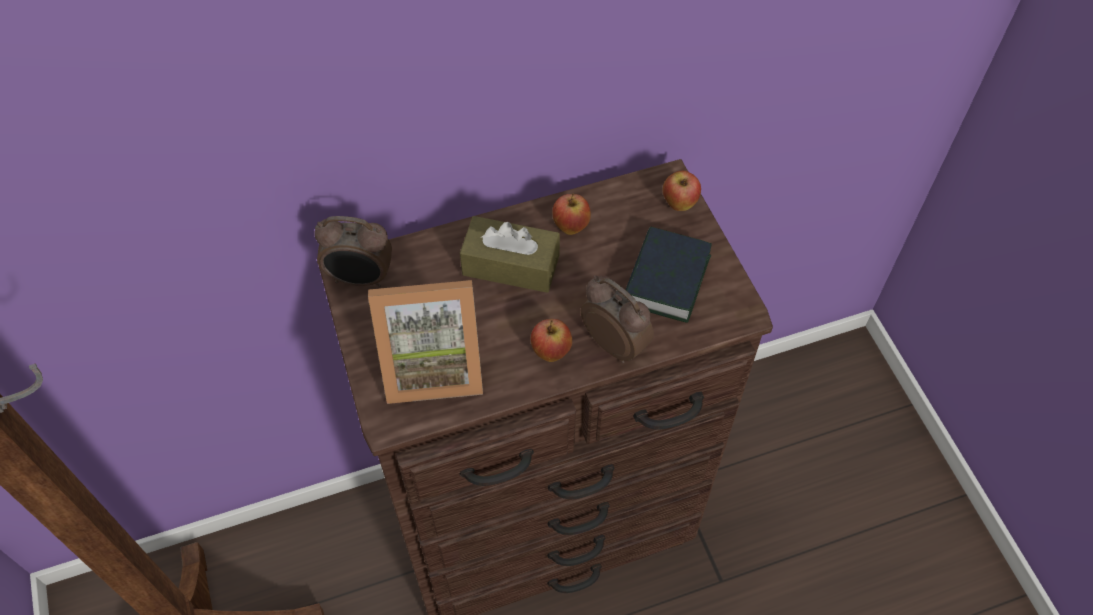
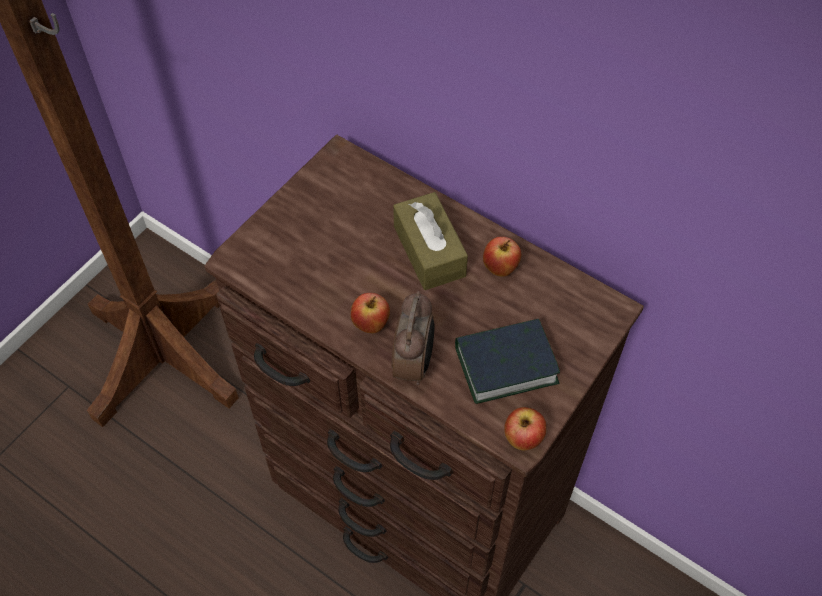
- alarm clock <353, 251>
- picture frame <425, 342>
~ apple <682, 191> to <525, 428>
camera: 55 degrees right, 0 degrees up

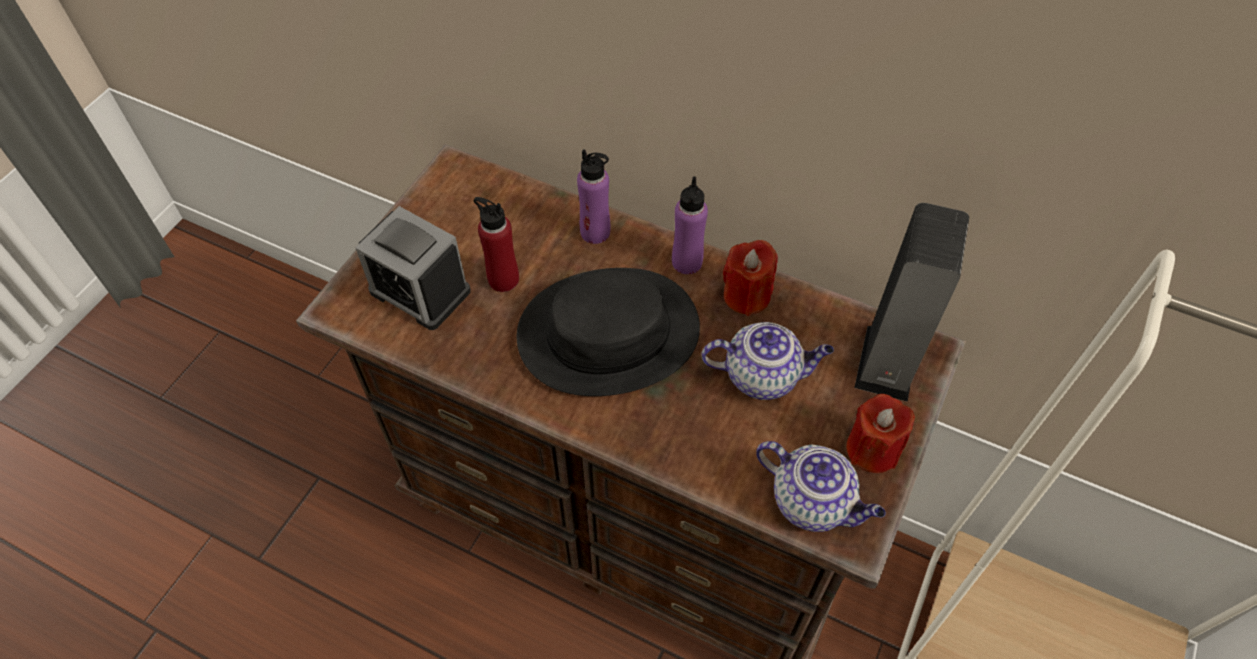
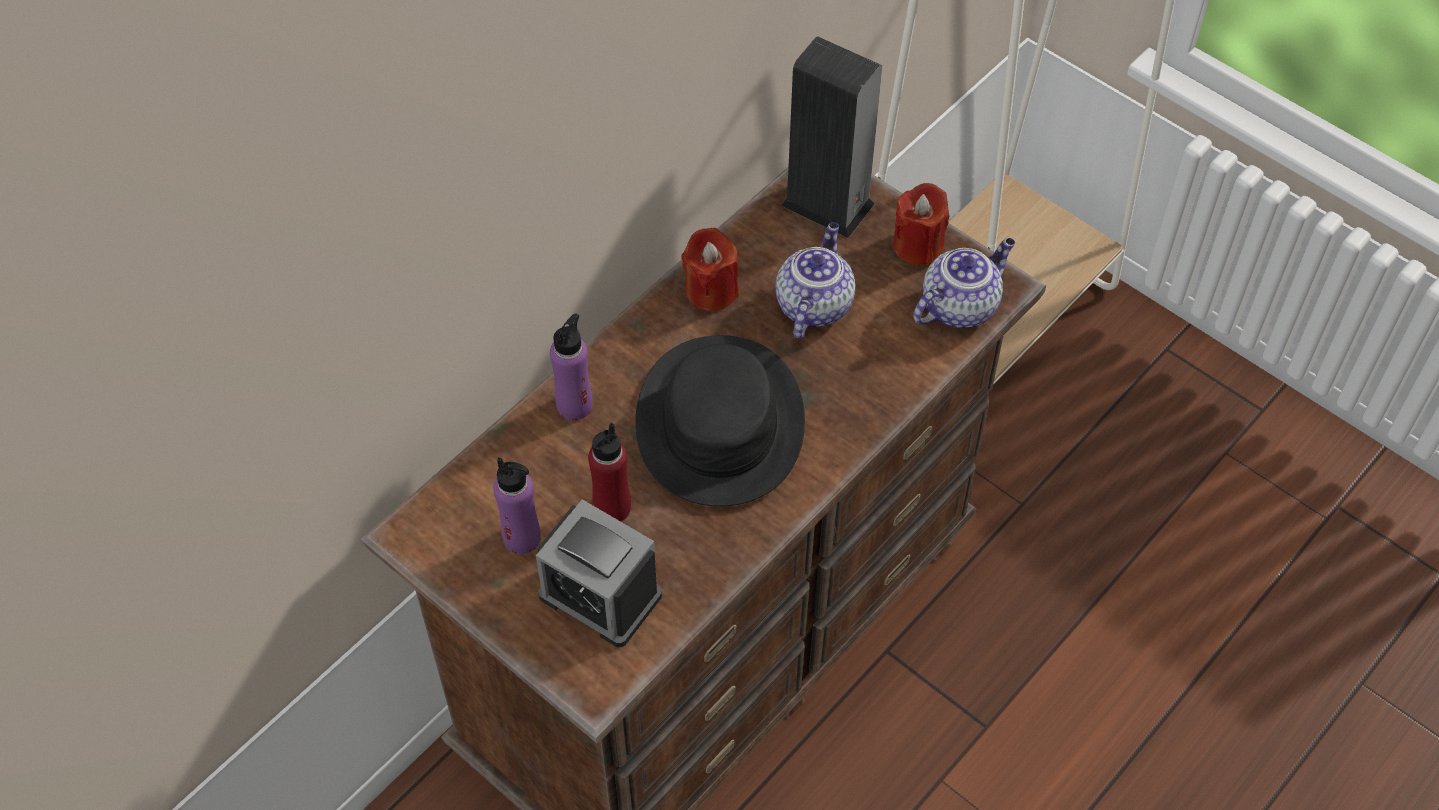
~ alarm clock <413, 268> = <599, 573> 75 degrees clockwise
~ purple bottle <690, 225> to <517, 505>
camera: 75 degrees left, 0 degrees up

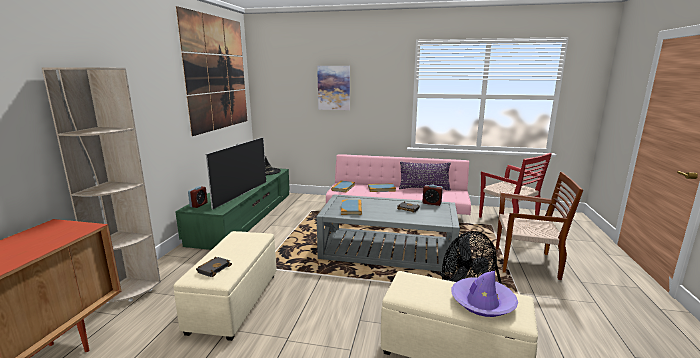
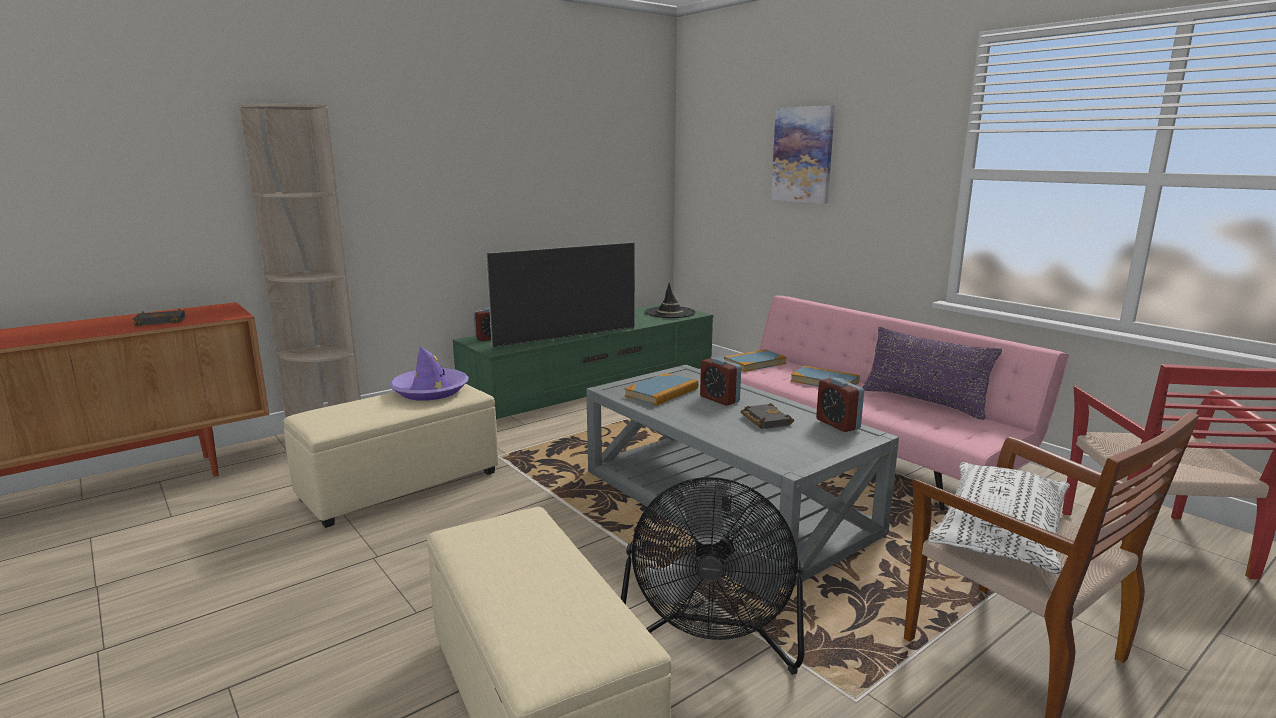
- picture <211, 71>
~ black book <214, 267> to <159, 318>
~ purple hat <484, 294> to <429, 373>
+ alarm clock <720, 381>
+ white pillow <999, 518>
camera: 40 degrees right, 0 degrees up

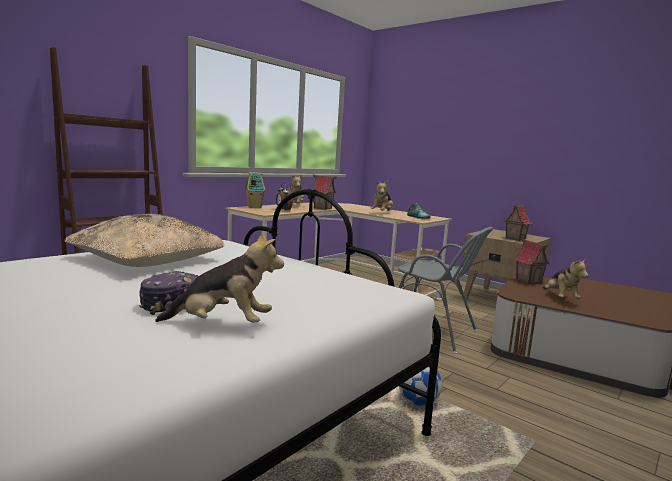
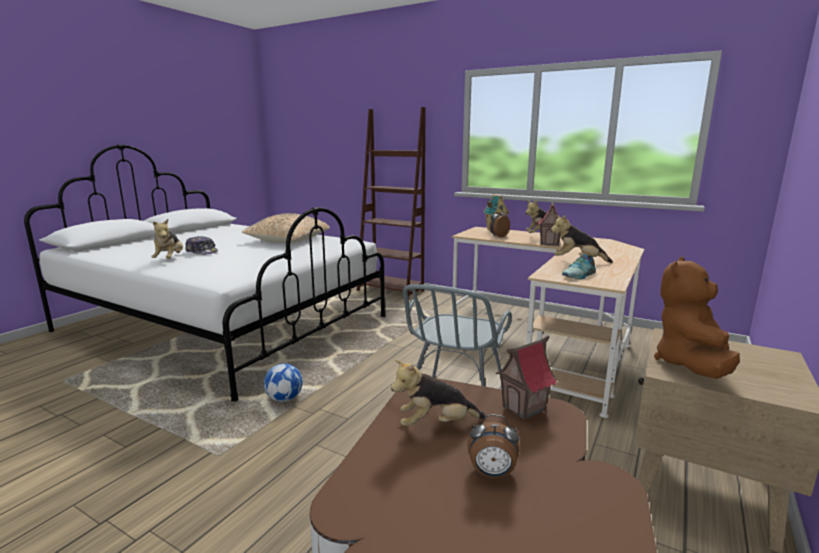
~ toy house <517, 222> to brown plush toy <697, 318>
+ alarm clock <493, 446>
camera: 80 degrees right, 5 degrees up

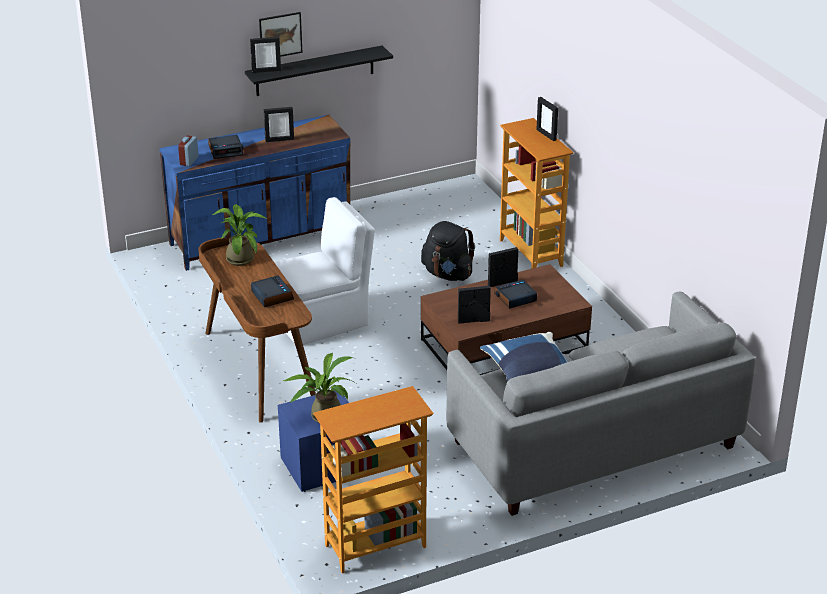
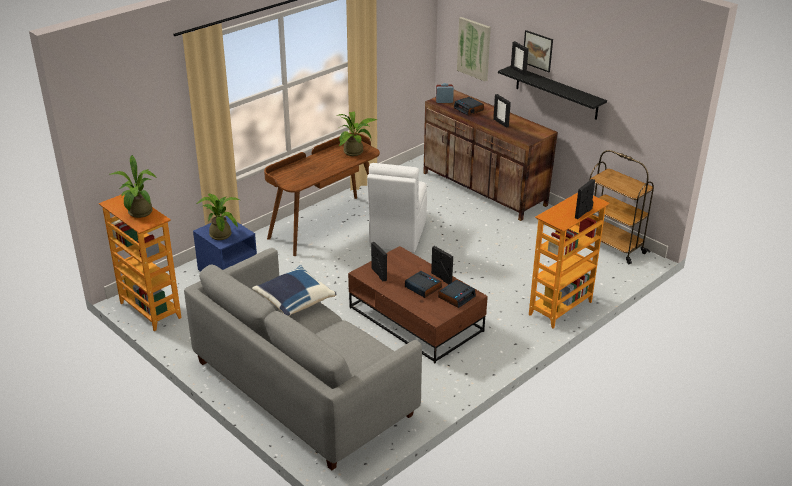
~ blue cabinet <254, 193> to brown cabinet <491, 155>
~ alarm clock <272, 291> to <457, 294>
~ white chair <325, 271> = <397, 207> 60 degrees clockwise
- black backpack <448, 251>
+ potted plant <133, 186>
+ picture <474, 49>
+ brown cart <621, 207>
camera: 70 degrees right, 0 degrees up

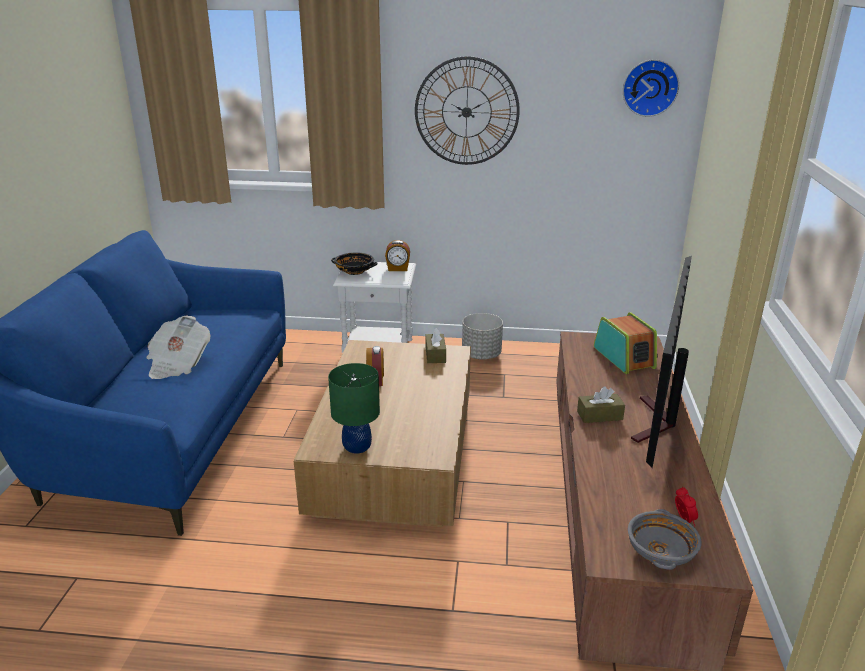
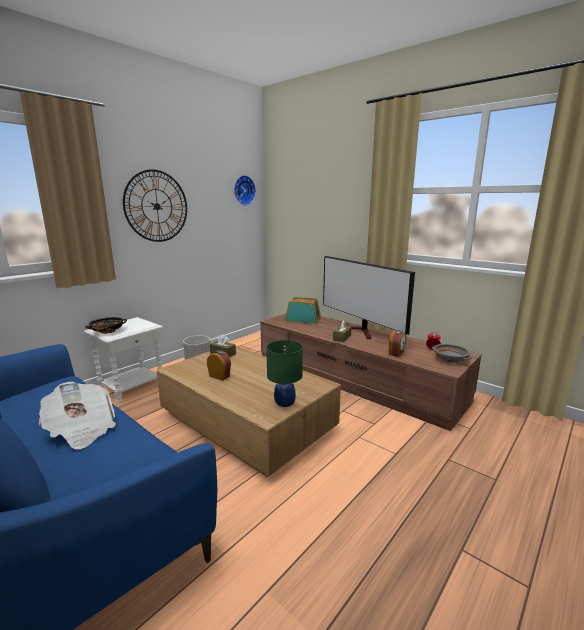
~ alarm clock <397, 255> to <397, 343>
camera: 55 degrees left, 10 degrees down

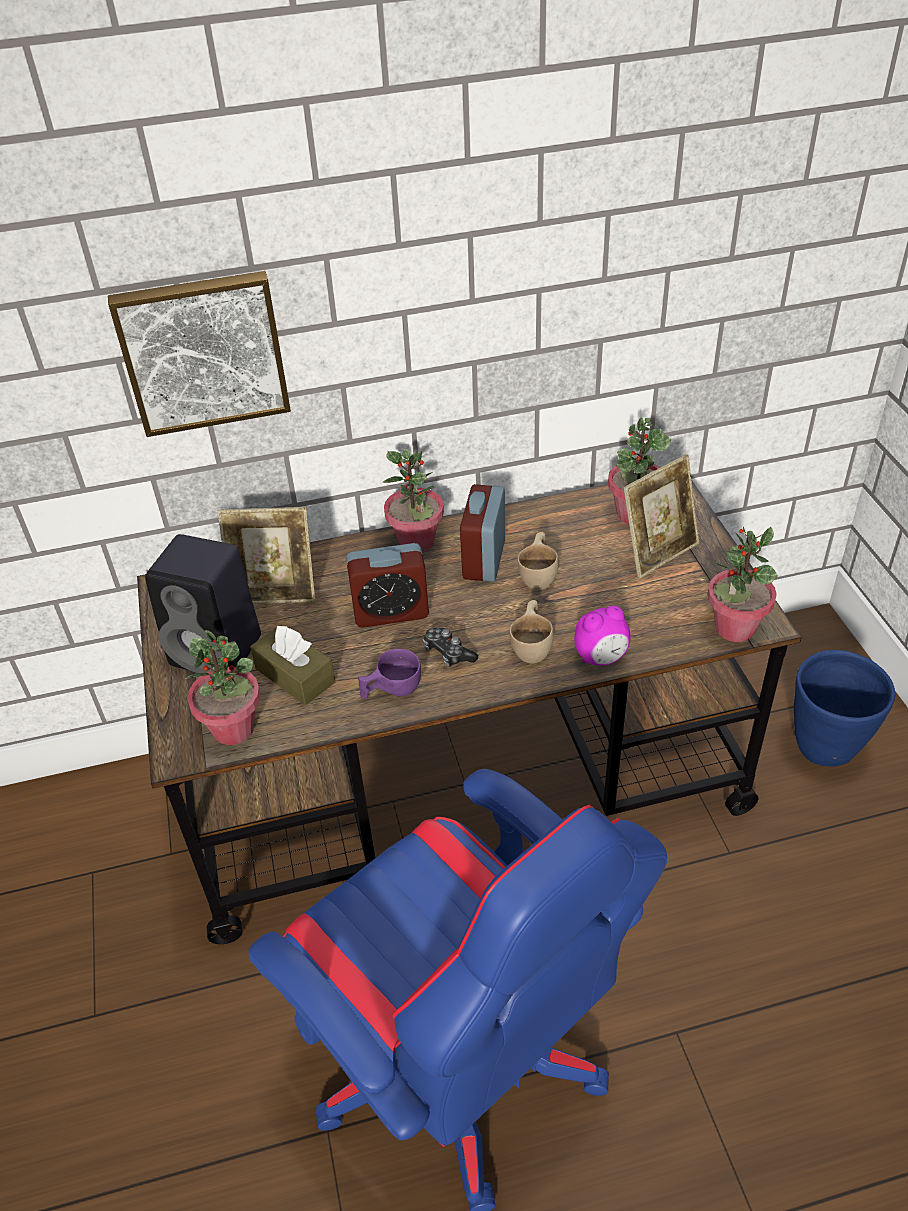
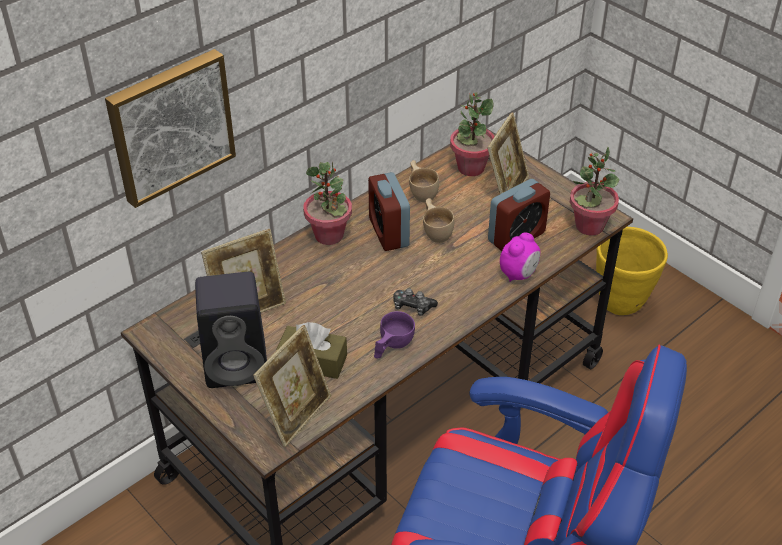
~ potted plant <222, 687> to picture frame <292, 386>
~ alarm clock <387, 585> to <519, 215>
~ beige cup <532, 632> to <424, 181>
~ blue planter <844, 708> to yellow planter <632, 271>
camera: 30 degrees left, 0 degrees up

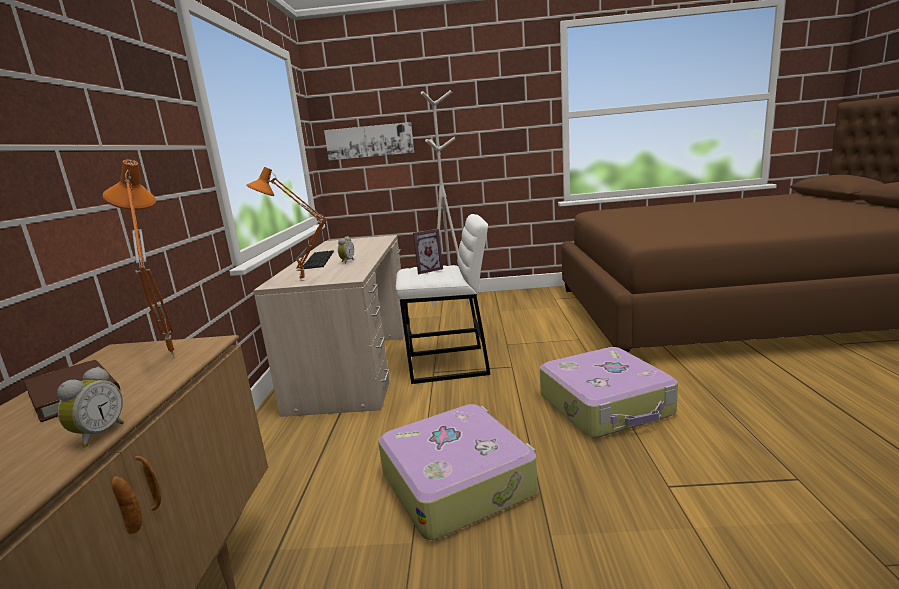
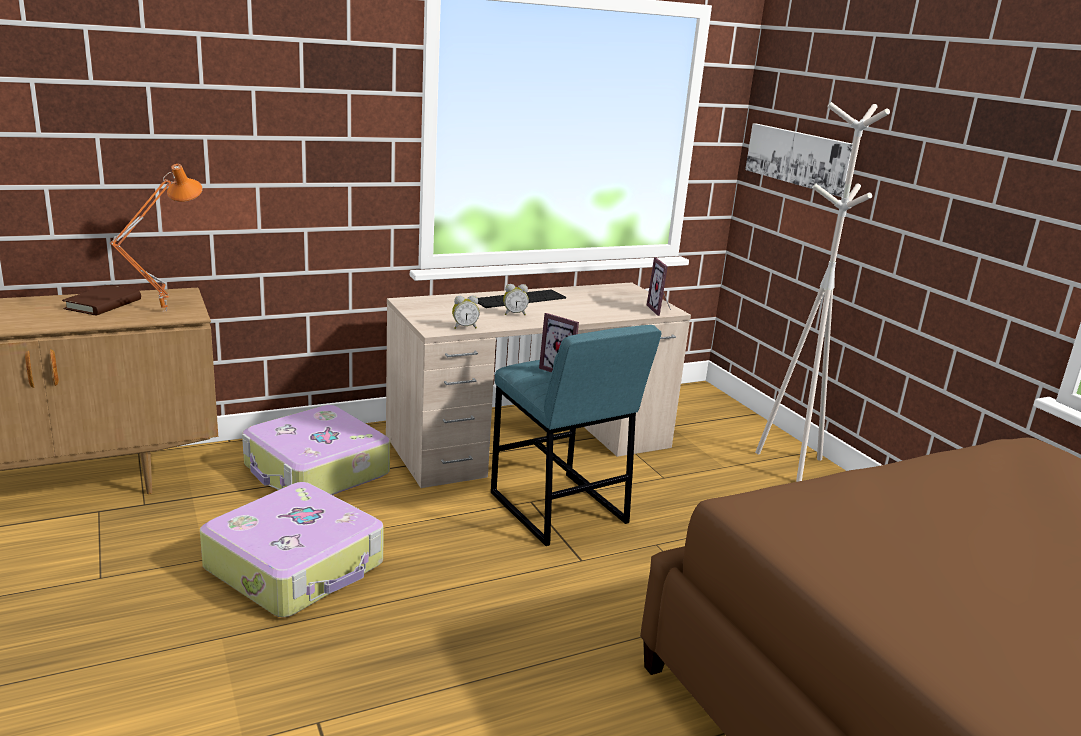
~ alarm clock <90, 407> to <465, 312>
- orange table lamp <286, 224>
~ white stool <443, 299> to blue stool <576, 435>
~ suitcase <609, 392> to <316, 450>
+ picture frame <659, 286>
camera: 60 degrees right, 5 degrees up

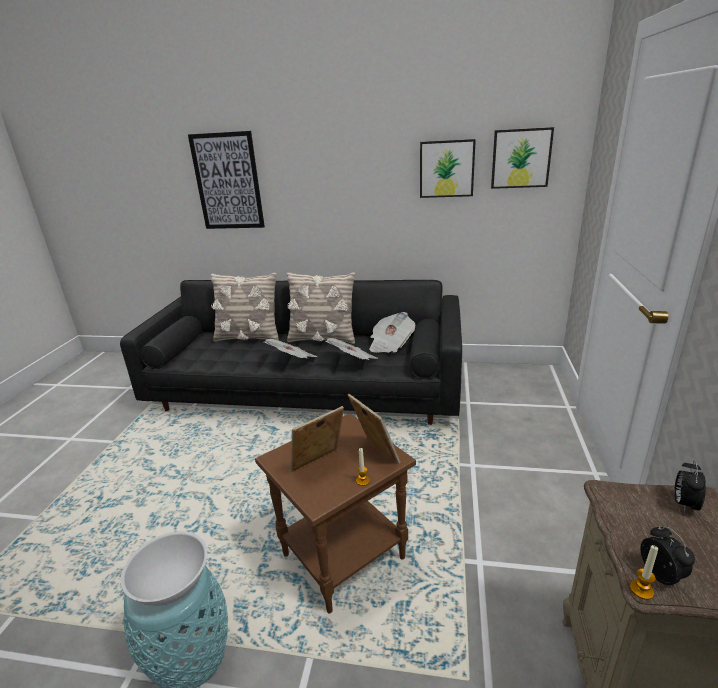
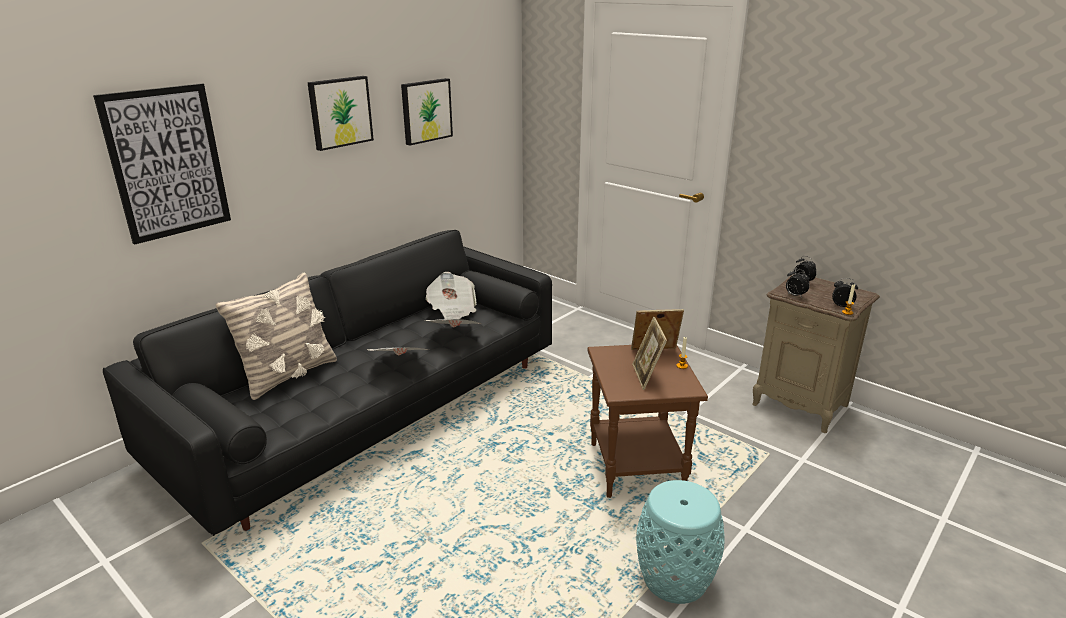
- white bowl <164, 568>
- beige pillow <321, 308>
~ picture <522, 158> to <340, 113>
+ alarm clock <798, 283>
camera: 60 degrees left, 0 degrees up

